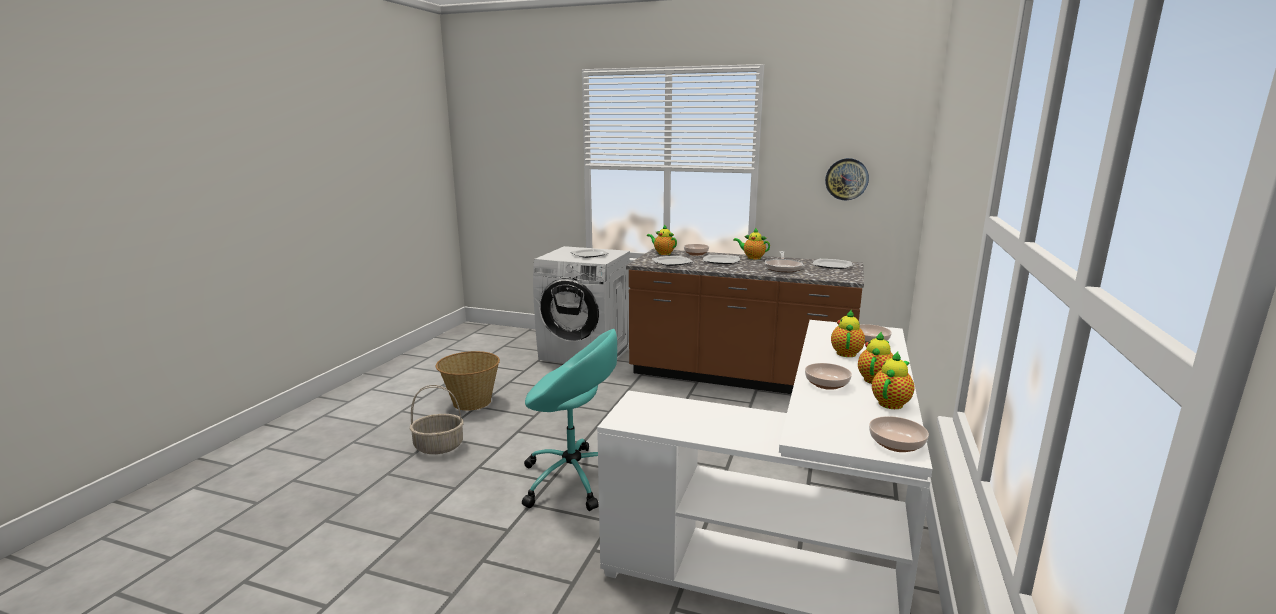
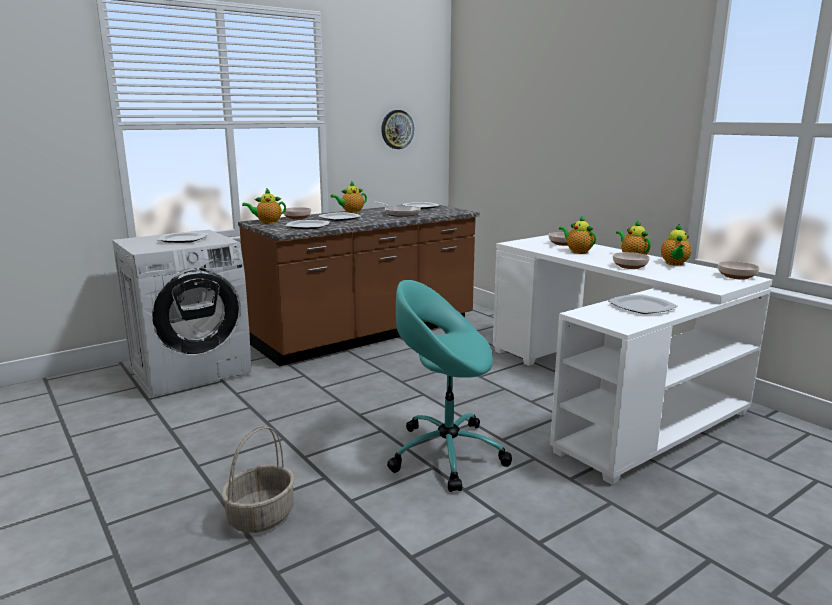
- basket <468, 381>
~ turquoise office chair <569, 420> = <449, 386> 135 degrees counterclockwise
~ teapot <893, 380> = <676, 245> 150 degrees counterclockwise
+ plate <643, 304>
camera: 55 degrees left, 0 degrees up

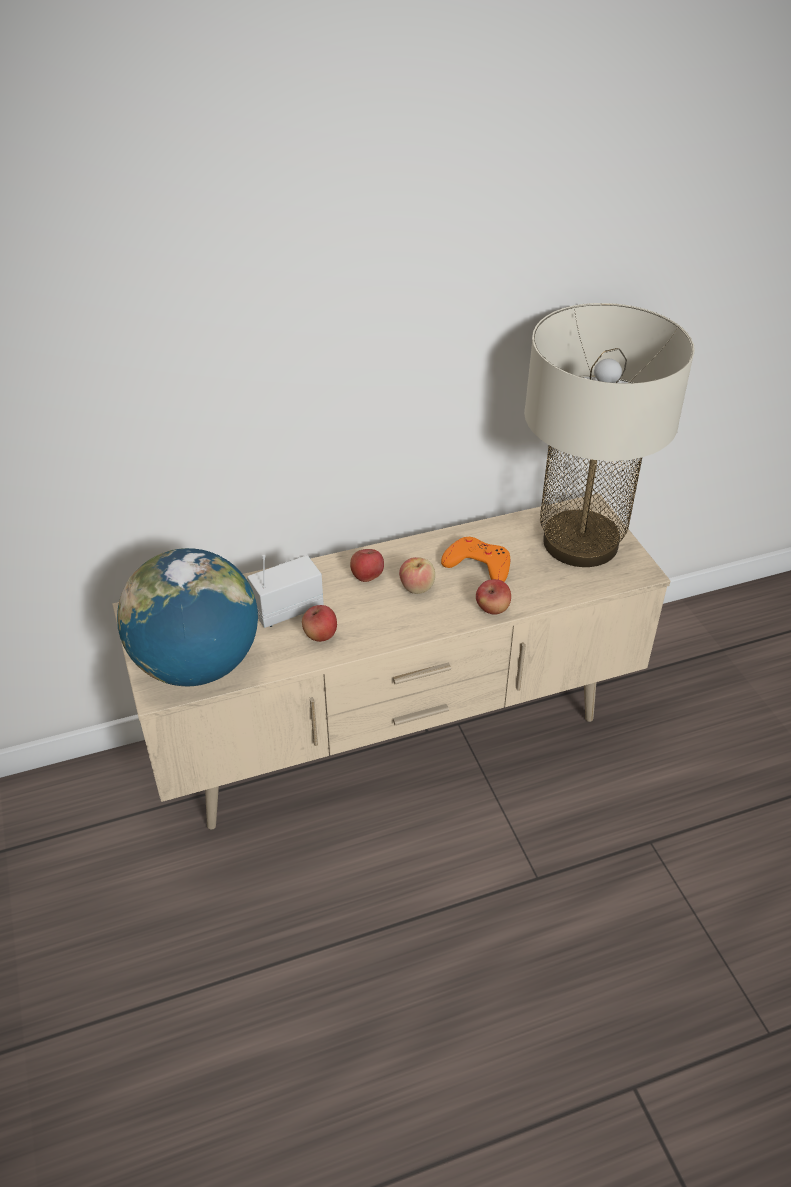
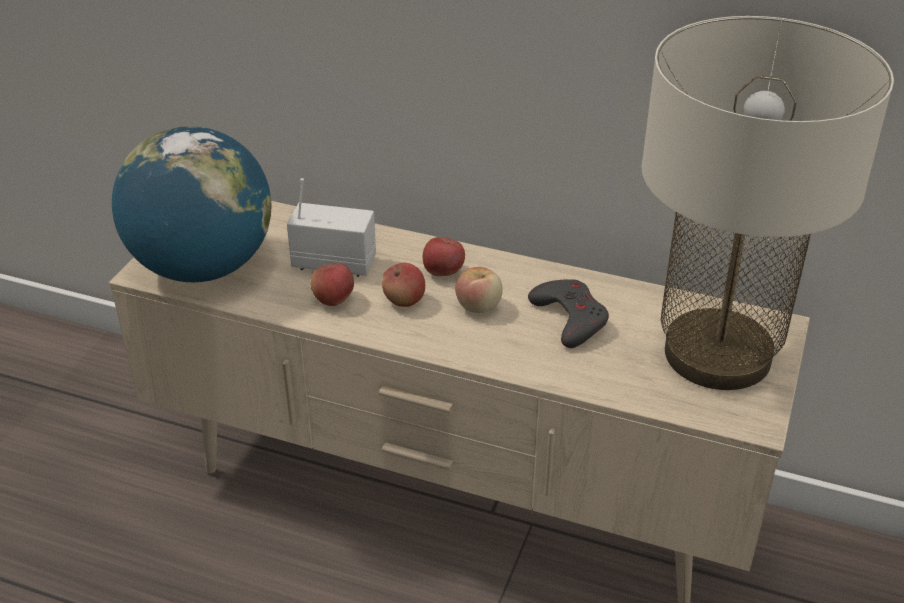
~ orange game controller <475, 559> to grey game controller <568, 313>
~ apple <493, 597> to <403, 285>
camera: 40 degrees right, 5 degrees down

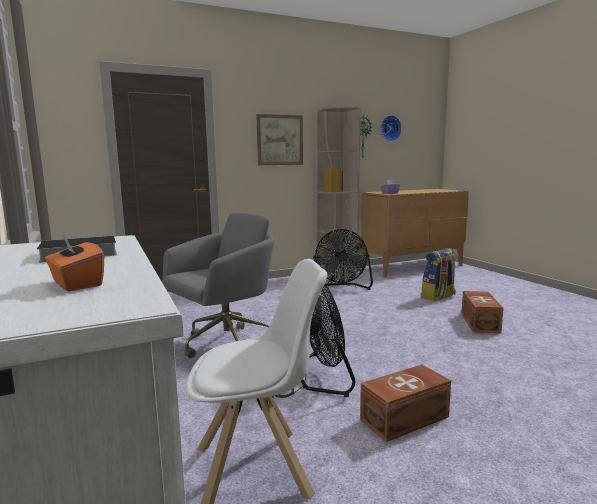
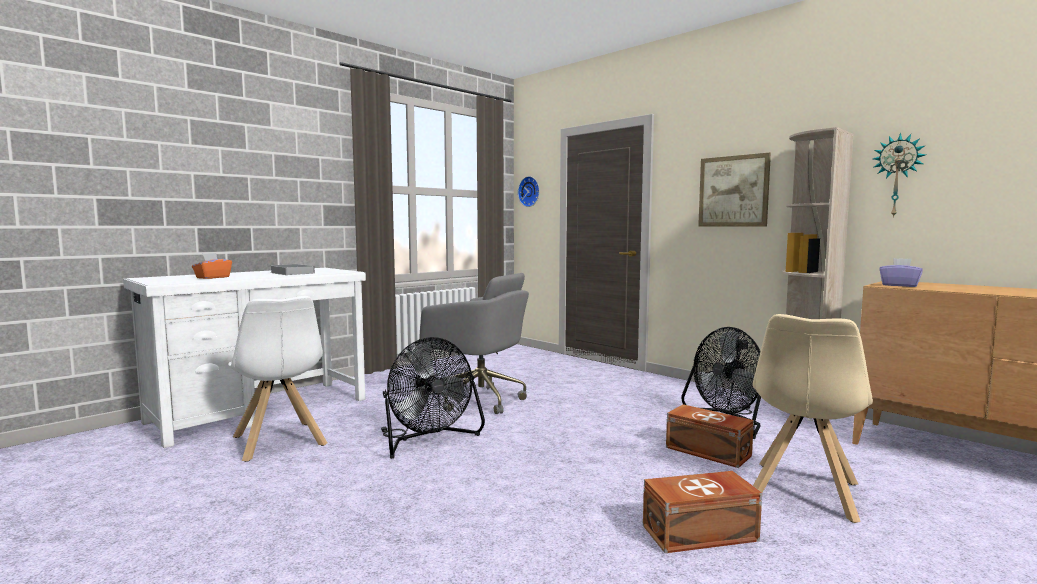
~ brown storage box <405, 403> to <710, 436>
~ wall clock <391, 128> to <529, 191>
~ backpack <438, 275> to beige chair <813, 418>
camera: 70 degrees right, 5 degrees down

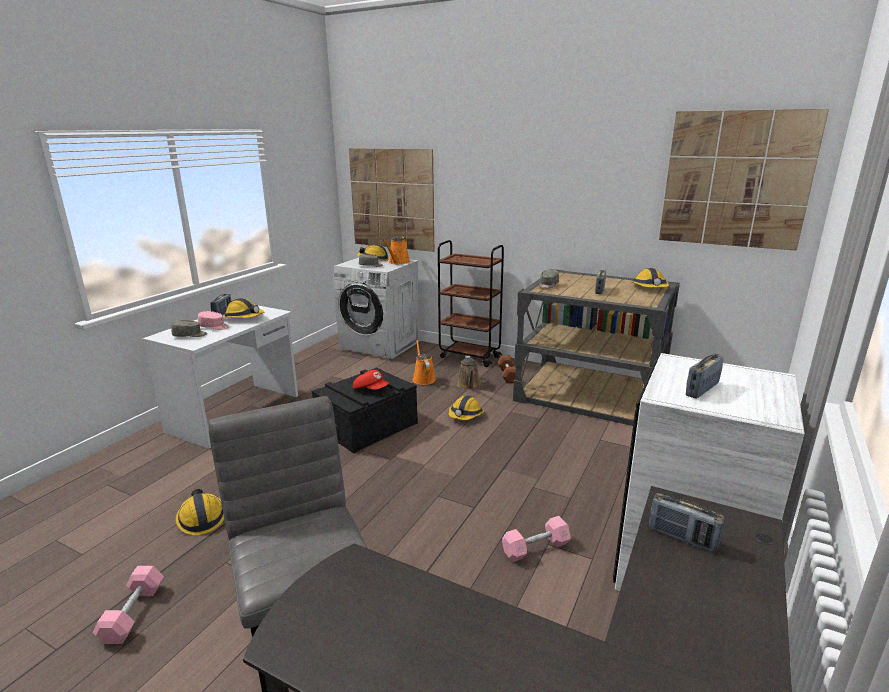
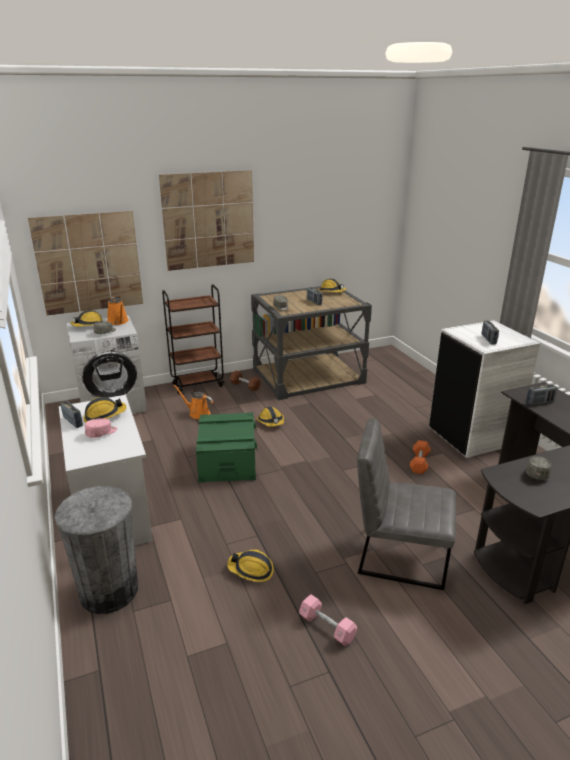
~ grey cap <190, 328> to <538, 468>
~ black storage box <364, 410> to green storage box <227, 447>
- red cap <371, 380>
- brown watering can <469, 373>
~ pink dumbbell <536, 539> to orange dumbbell <420, 457>
~ picture <744, 180> to <206, 220>
+ grey trash can <96, 550>
camera: 50 degrees left, 5 degrees up

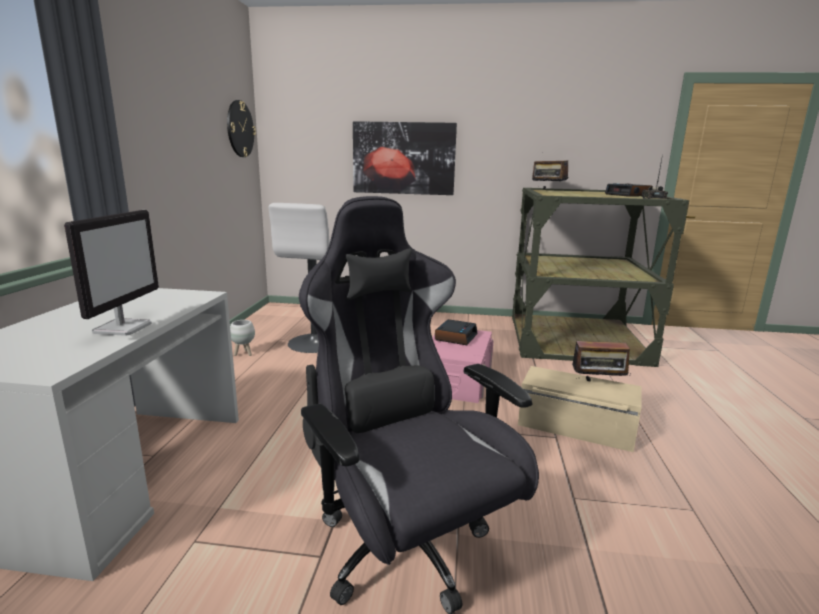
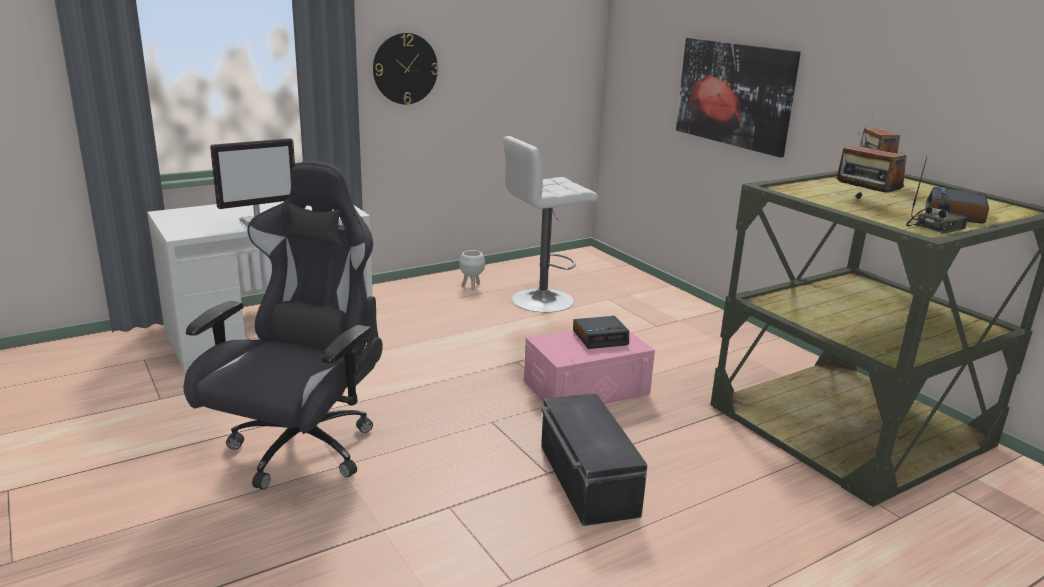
~ wall clock <241, 128> to <405, 68>
~ beige storage box <580, 409> to black storage box <594, 459>
~ radio <600, 357> to <872, 166>
camera: 50 degrees right, 5 degrees up

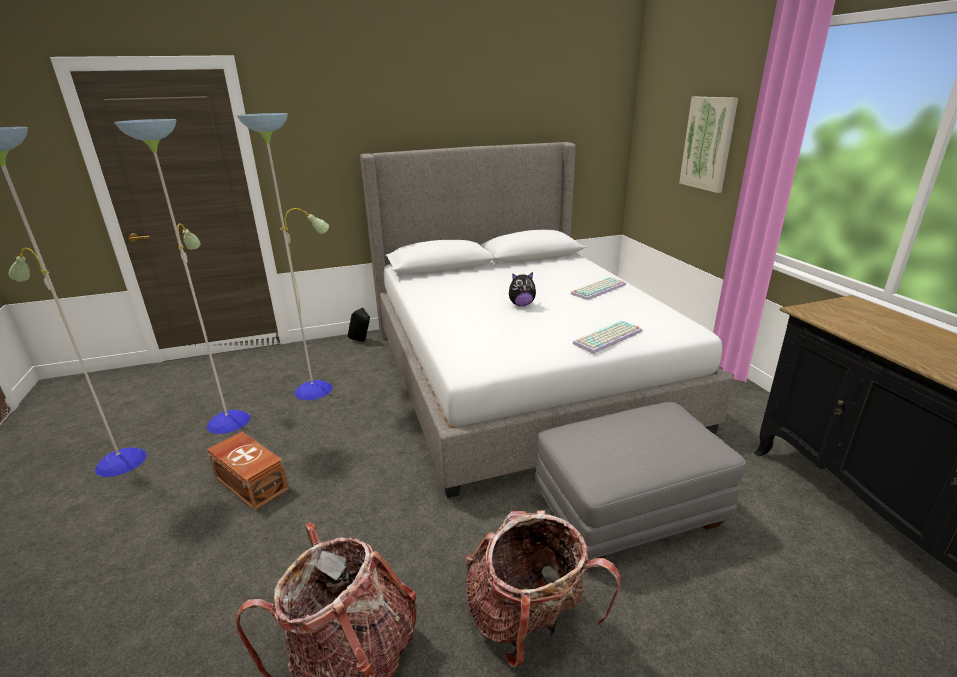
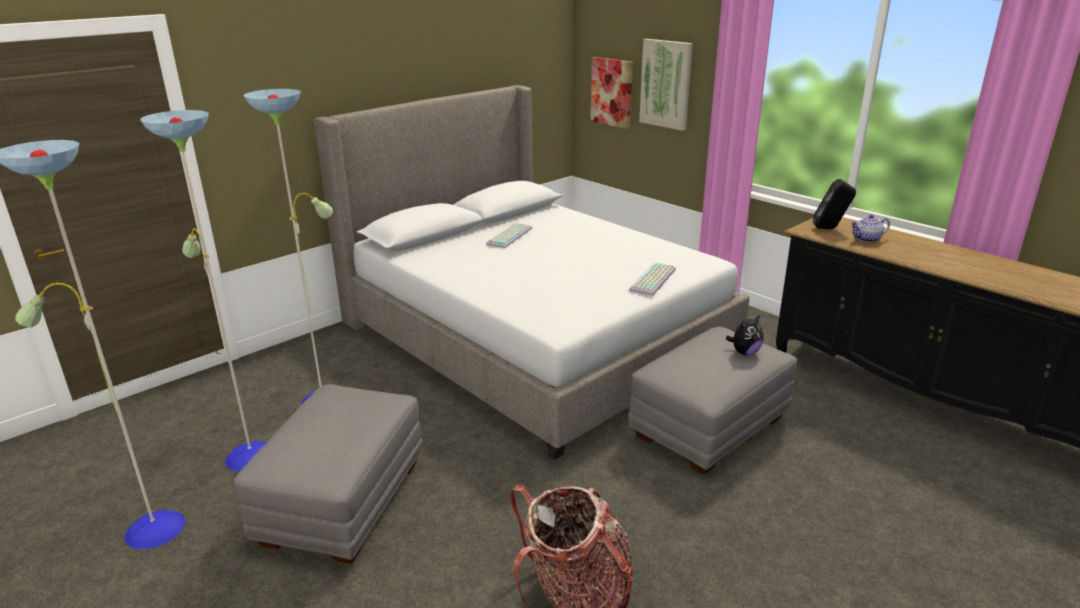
~ brown storage box <248, 471> to grey ottoman <328, 474>
~ black speaker <359, 325> to <834, 204>
- backpack <543, 588>
~ plush toy <522, 289> to <745, 335>
~ keyboard <598, 288> to <509, 235>
+ picture <612, 93>
+ teapot <870, 228>
camera: 25 degrees left, 0 degrees up

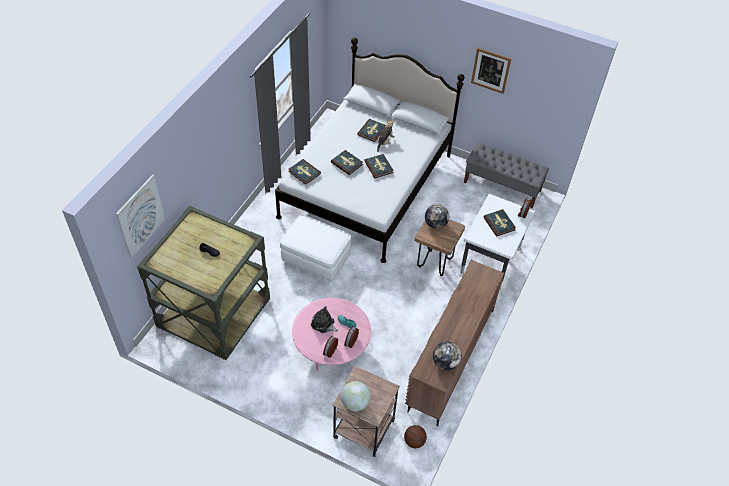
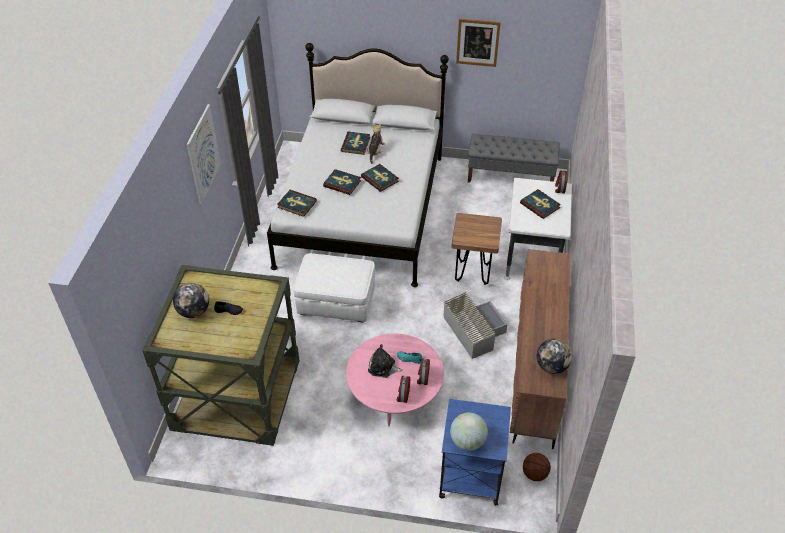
~ picture <140, 216> to <203, 154>
~ brown cart <366, 411> to blue cart <475, 452>
~ globe <437, 216> to <191, 300>
+ grey storage box <475, 325>
camera: 15 degrees left, 5 degrees down

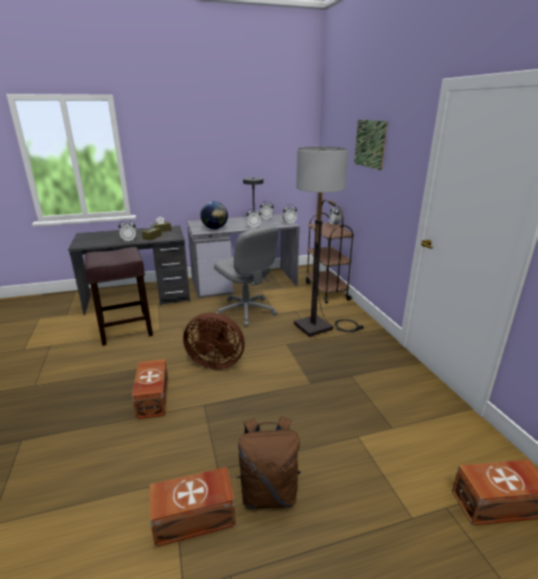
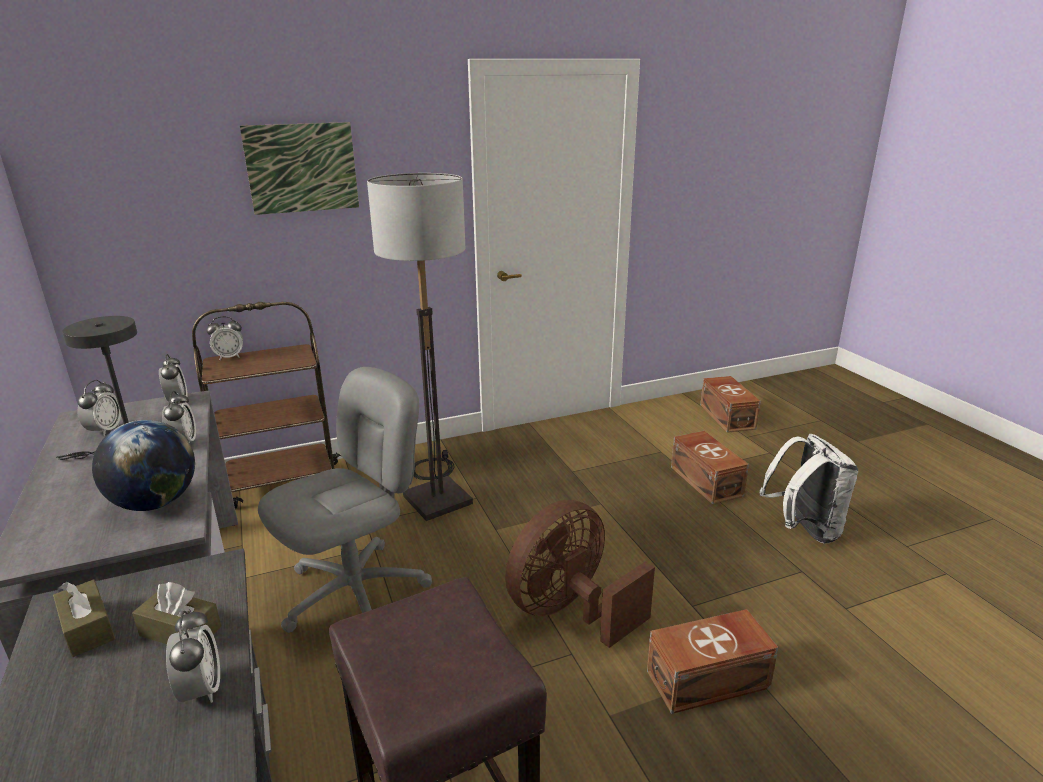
~ brown storage box <193, 507> to <710, 467>
~ brown fan <214, 341> = <580, 574> 135 degrees counterclockwise
~ brown backpack <268, 462> to white backpack <809, 488>
camera: 95 degrees left, 0 degrees up

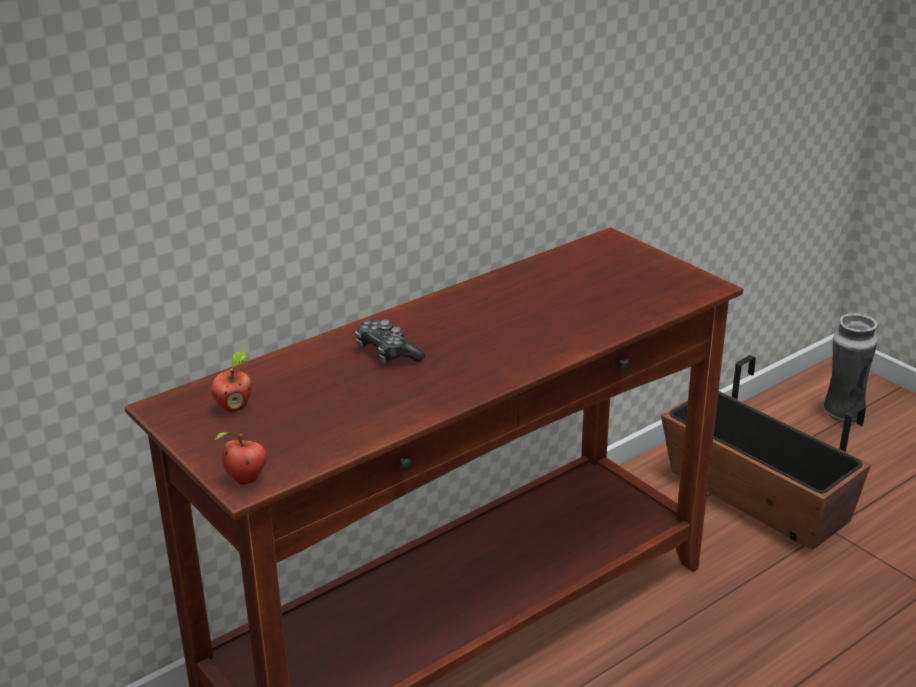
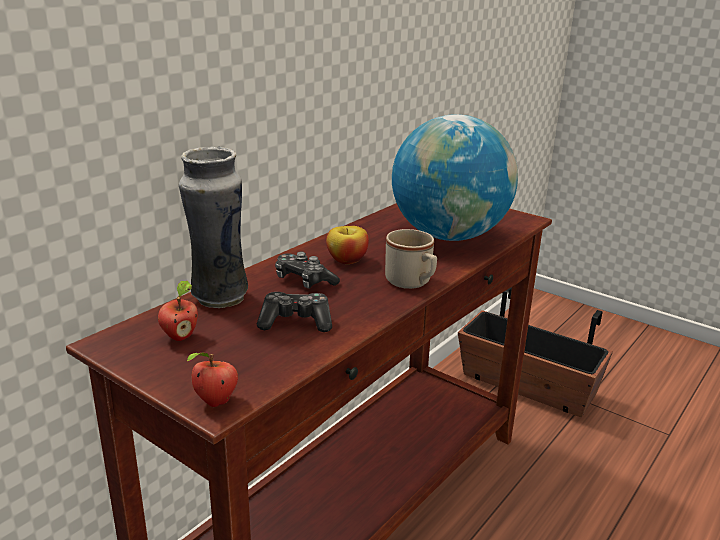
~ vase <851, 367> to <213, 227>
+ game controller <294, 312>
+ apple <347, 245>
+ beige mug <411, 259>
+ globe <455, 177>
camera: 15 degrees left, 5 degrees down

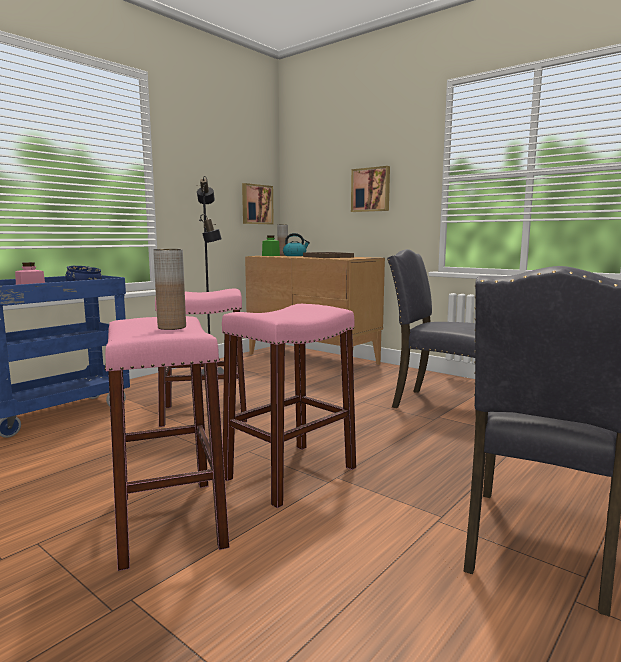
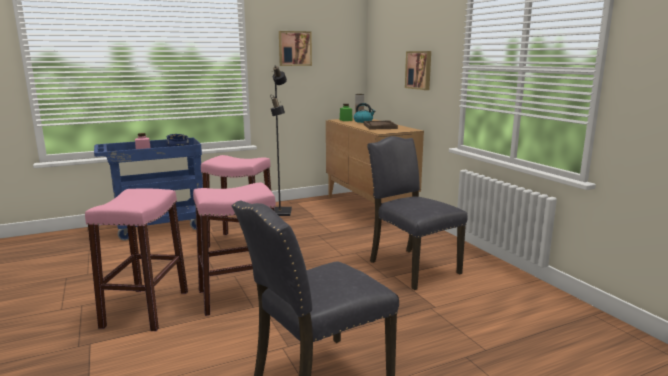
- brown vase <169, 289>
~ picture <258, 203> to <295, 48>
camera: 25 degrees right, 5 degrees up

